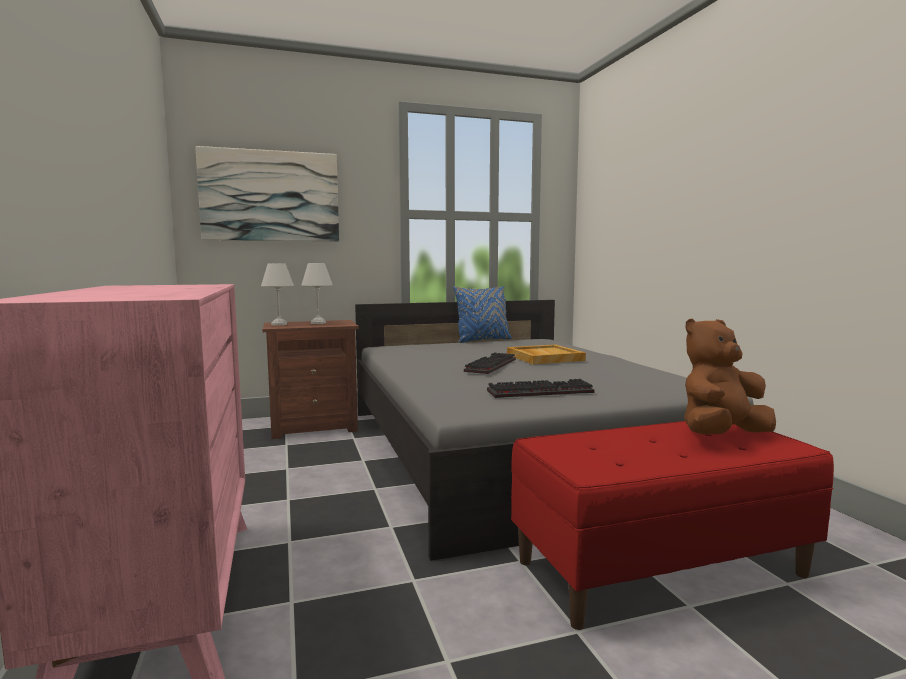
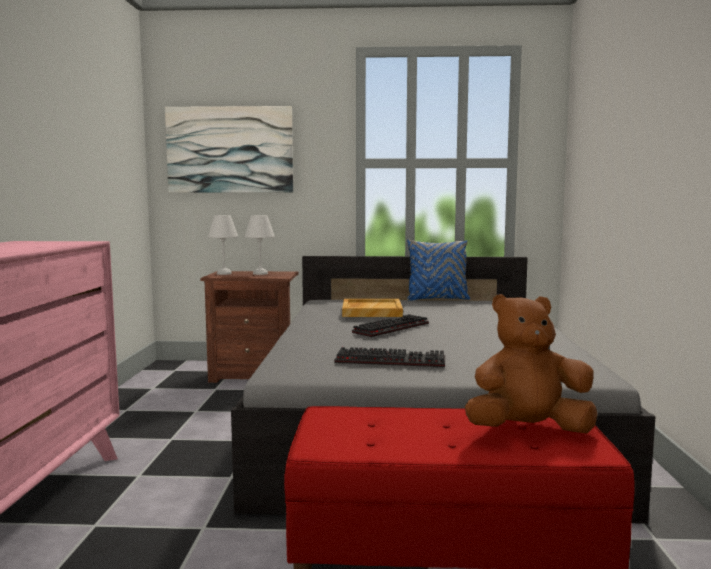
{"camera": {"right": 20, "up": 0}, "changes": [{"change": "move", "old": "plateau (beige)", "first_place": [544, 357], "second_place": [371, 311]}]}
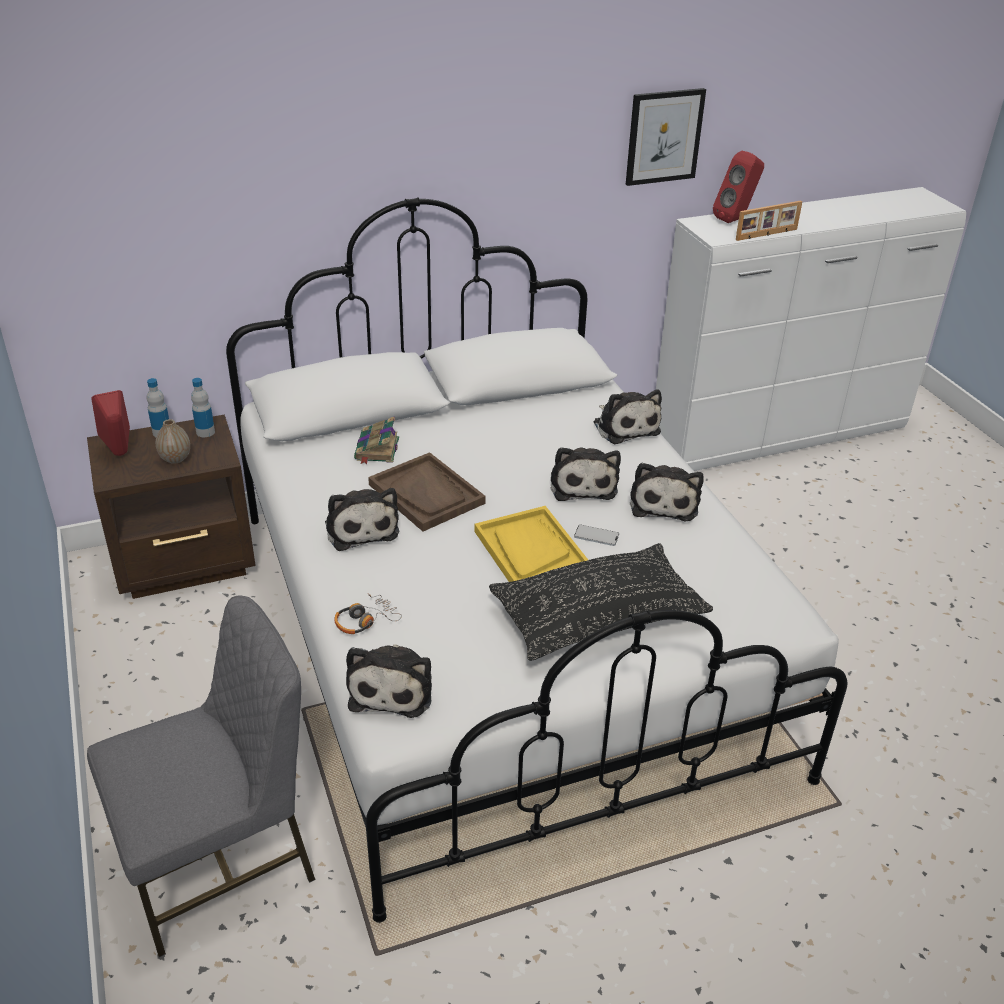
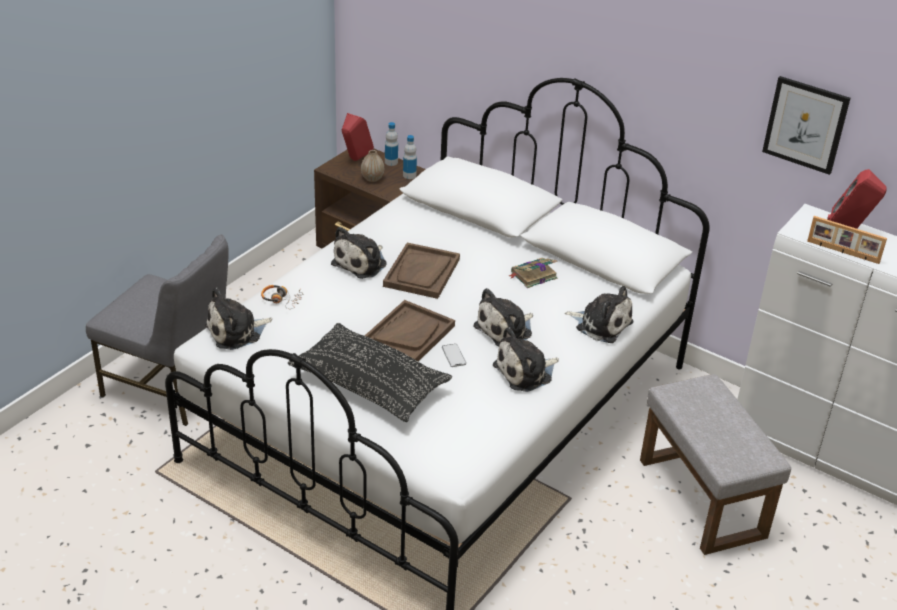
{"camera": {"right": 55, "up": 0}, "changes": [{"change": "rotate", "old": "peluche", "first_place": [625, 426], "second_place": [601, 324], "degrees": -90}, {"change": "move", "old": "livre", "first_place": [377, 449], "second_place": [532, 276]}, {"change": "recolor", "old": "plateau (jaune)", "new": "plateau (marron)", "first_place": [530, 551], "second_place": [408, 334]}, {"change": "insert", "new": "pouf (gris)", "second_place": [703, 499]}]}
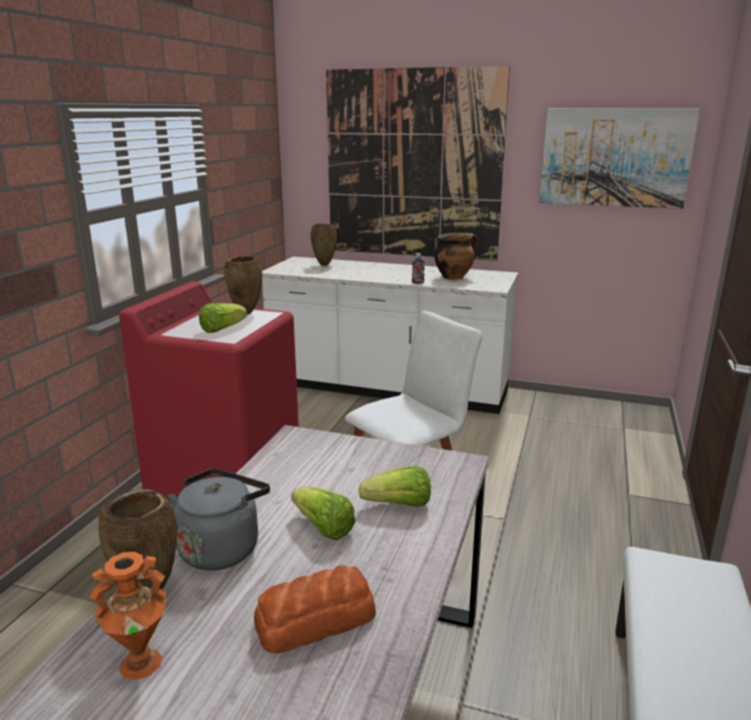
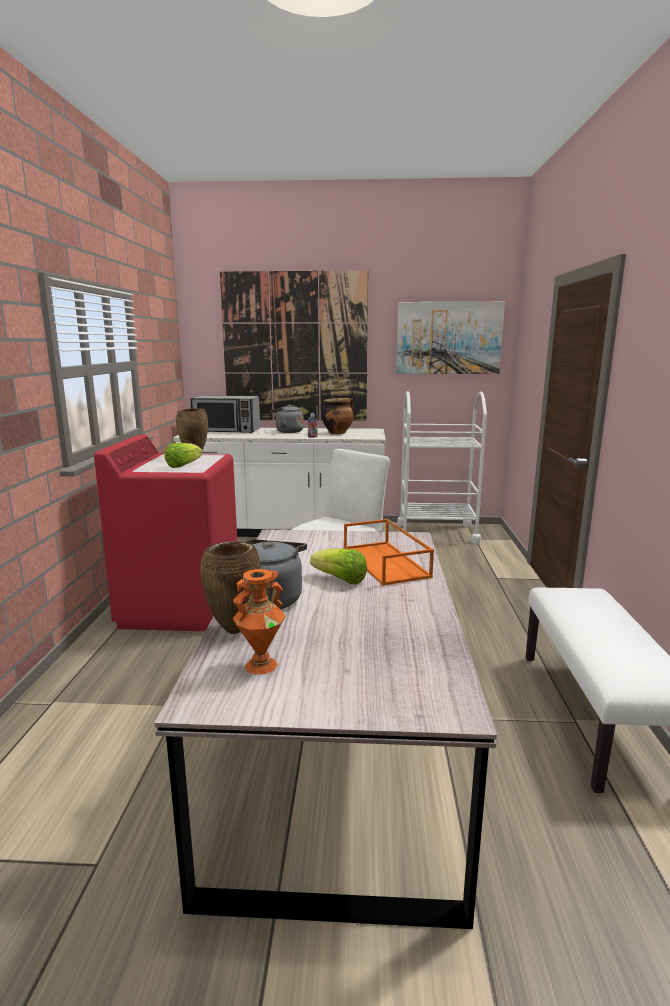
{"camera": {"right": -15, "up": -5}, "changes": [{"change": "replace", "old": "vase (marron)", "new": "micro-ondes", "first_place": [325, 265], "second_place": [227, 430]}, {"change": "replace", "old": "laitue", "new": "plateau (orange)", "first_place": [399, 505], "second_place": [386, 562]}, {"change": "delete", "old": "pain", "first_place": [317, 620]}, {"change": "insert", "new": "chariot (blanc)", "second_place": [436, 533]}, {"change": "insert", "new": "bouilloire (gris)", "second_place": [287, 431]}]}
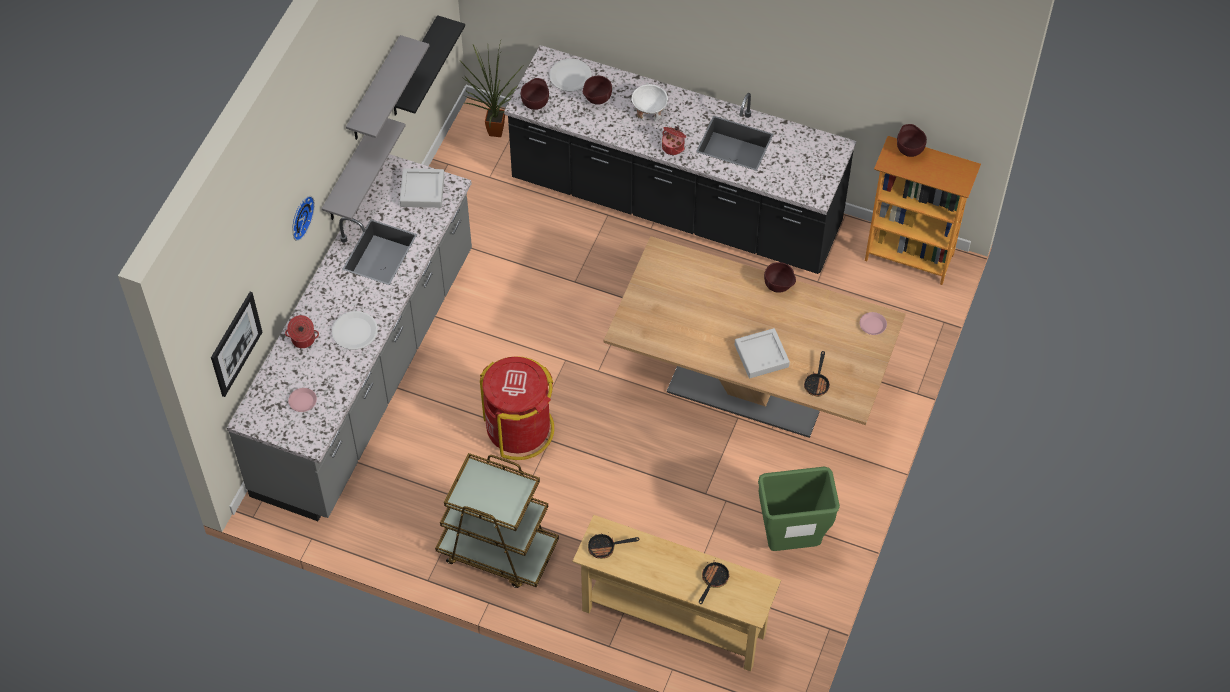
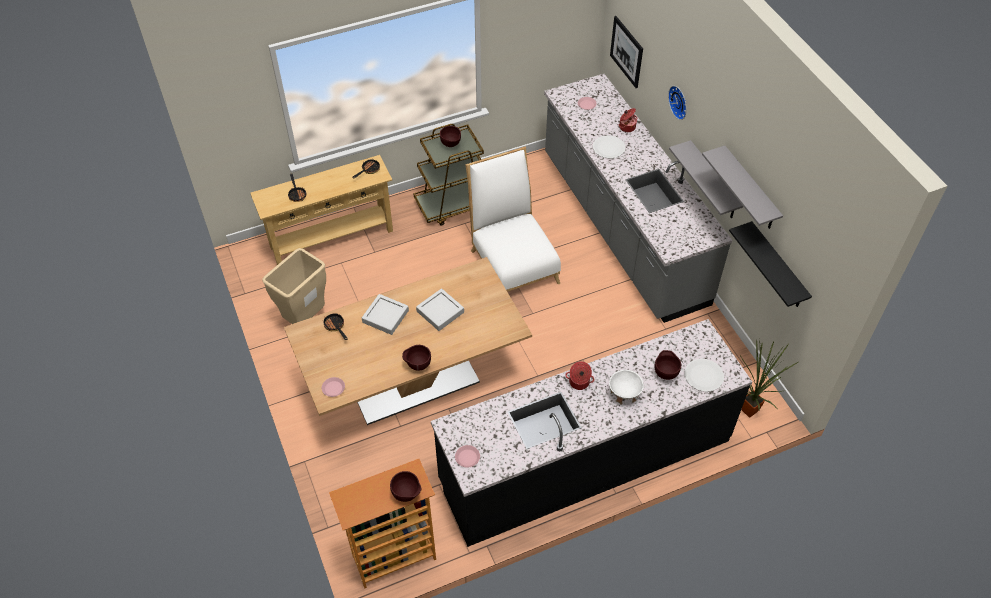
{"camera": {"right": 135, "up": -5}, "changes": [{"change": "move", "old": "bol (marron)", "first_place": [536, 103], "second_place": [451, 145]}, {"change": "move", "old": "plateau (gris)", "first_place": [422, 191], "second_place": [440, 312]}, {"change": "replace", "old": "poubelle (rouge)", "new": "chaise (blanc)", "first_place": [519, 429], "second_place": [512, 262]}, {"change": "recolor", "old": "poubelle (vert)", "new": "poubelle (beige)", "first_place": [790, 542], "second_place": [305, 318]}, {"change": "insert", "new": "assiette (rose)", "second_place": [467, 458]}]}
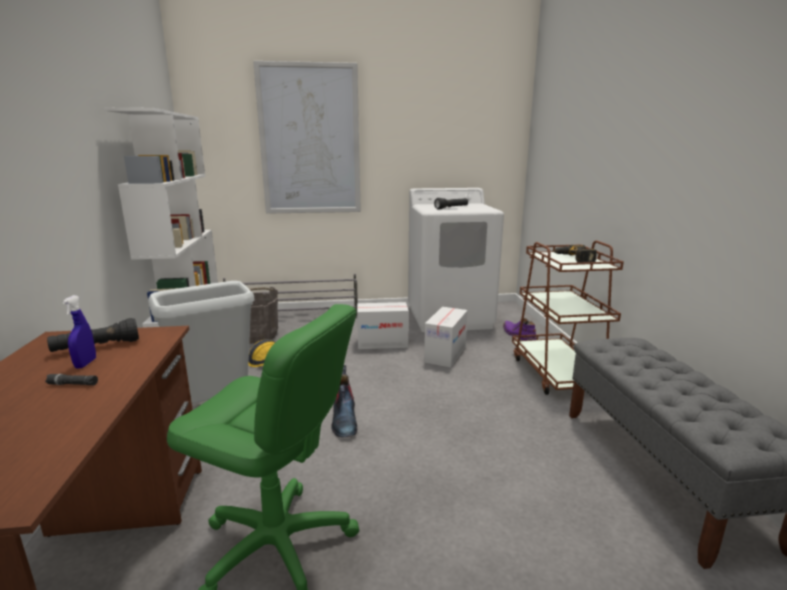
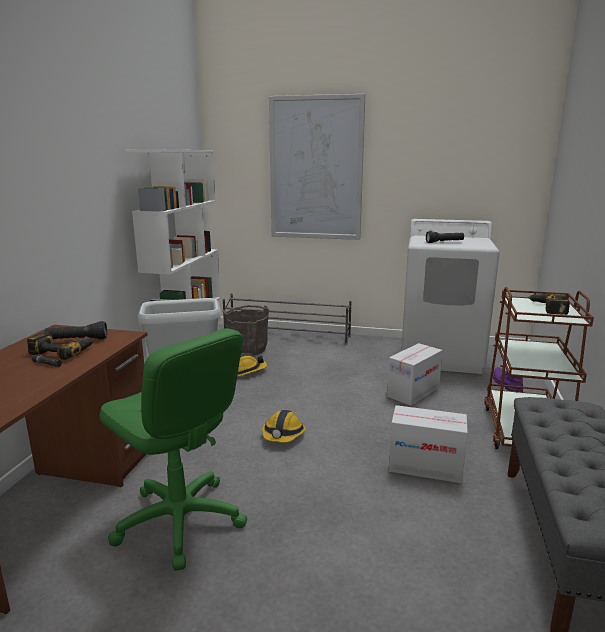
{"camera": {"right": 20, "up": 0}, "changes": [{"change": "replace", "old": "vaporisateur (bleu)", "new": "perceuse", "first_place": [85, 363], "second_place": [63, 351]}, {"change": "move", "old": "carton", "first_place": [382, 343], "second_place": [425, 467]}, {"change": "replace", "old": "botte", "new": "casque de chantier", "first_place": [344, 420], "second_place": [283, 435]}]}
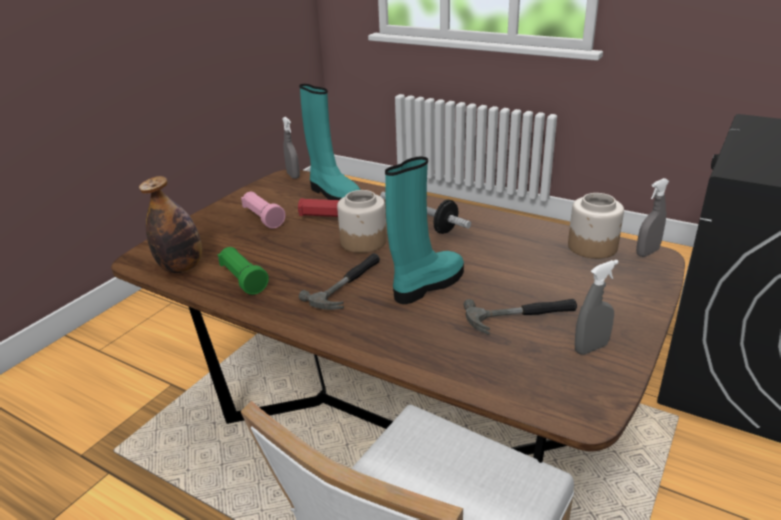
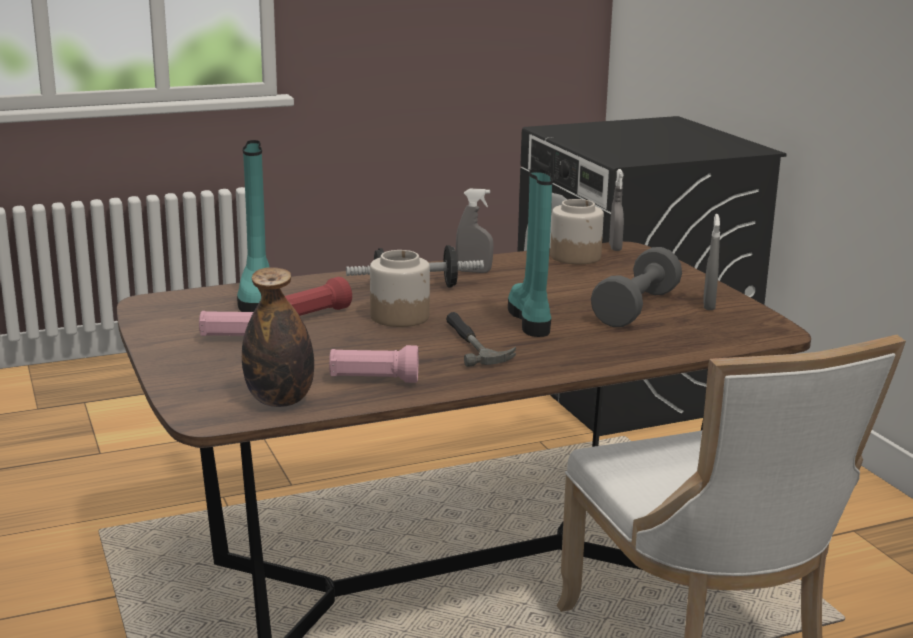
{"camera": {"right": -55, "up": -10}, "changes": [{"change": "rotate", "old": "botte (turquoise)", "first_place": [333, 194], "second_place": [257, 298], "degrees": 90}, {"change": "move", "old": "vaporisateur (gris)", "first_place": [293, 175], "second_place": [474, 271]}, {"change": "recolor", "old": "lampe de poche (vert)", "new": "lampe de poche (rose)", "first_place": [243, 280], "second_place": [373, 380]}, {"change": "replace", "old": "marteau", "new": "haltère (gris)", "first_place": [522, 317], "second_place": [636, 308]}]}
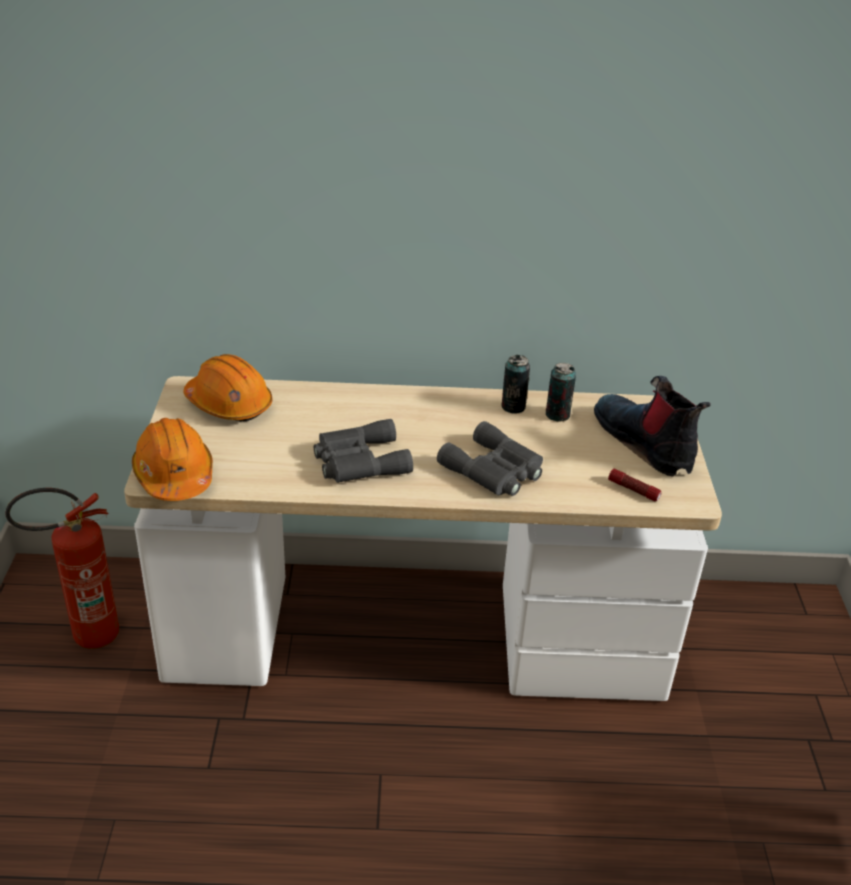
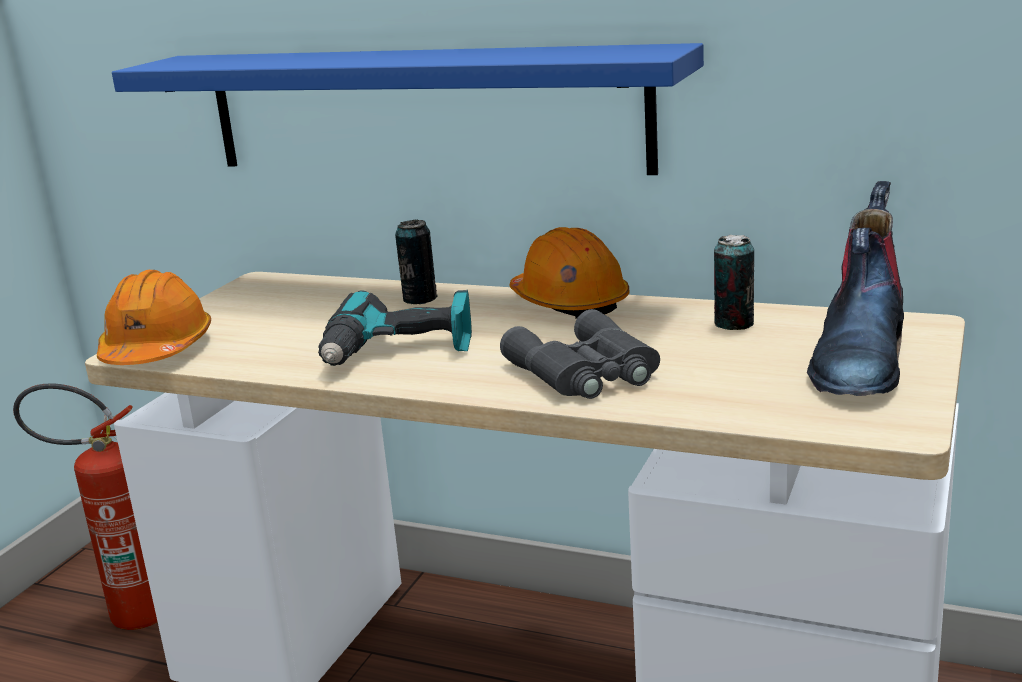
{"camera": {"right": 25, "up": -15}, "changes": [{"change": "move", "old": "casque de chantier (orange)", "first_place": [229, 404], "second_place": [569, 303]}, {"change": "move", "old": "boîte métallique", "first_place": [513, 407], "second_place": [420, 299]}, {"change": "rotate", "old": "botte", "first_place": [645, 443], "second_place": [859, 359], "degrees": -150}, {"change": "replace", "old": "jumelles (gris)", "new": "perceuse", "first_place": [358, 461], "second_place": [399, 352]}, {"change": "delete", "old": "lampe de poche", "first_place": [633, 490]}, {"change": "insert", "new": "étagère (bleu)", "second_place": [421, 110]}]}
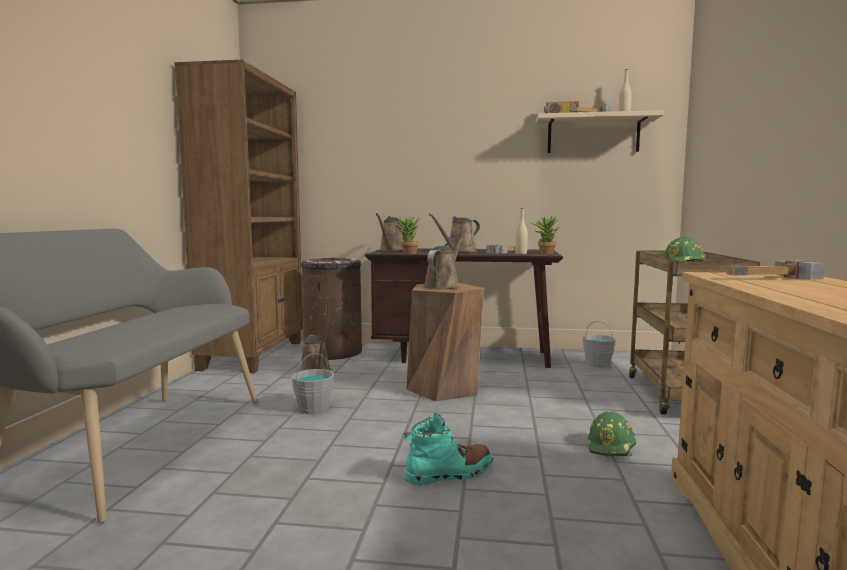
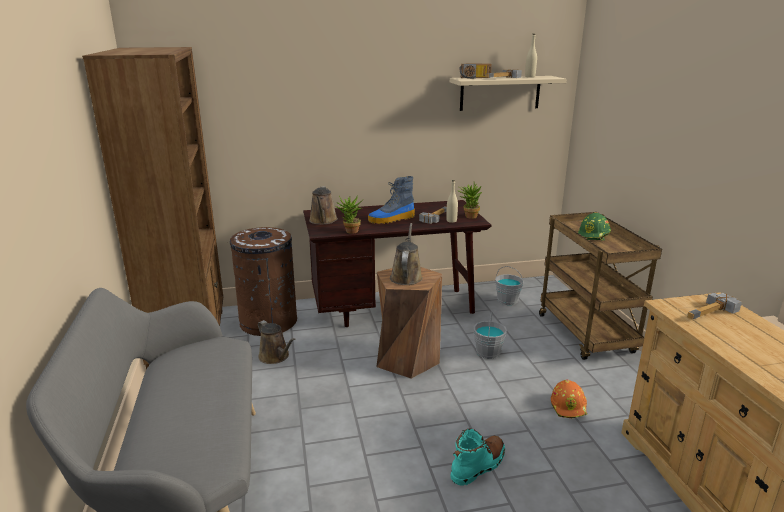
{"camera": {"right": -20, "up": 15}, "changes": [{"change": "replace", "old": "arrosoir (marron)", "new": "botte", "first_place": [459, 252], "second_place": [391, 219]}, {"change": "move", "old": "seau (gris)", "first_place": [313, 408], "second_place": [488, 352]}, {"change": "recolor", "old": "casque de chantier (vert)", "new": "casque de chantier (orange)", "first_place": [611, 447], "second_place": [569, 406]}]}
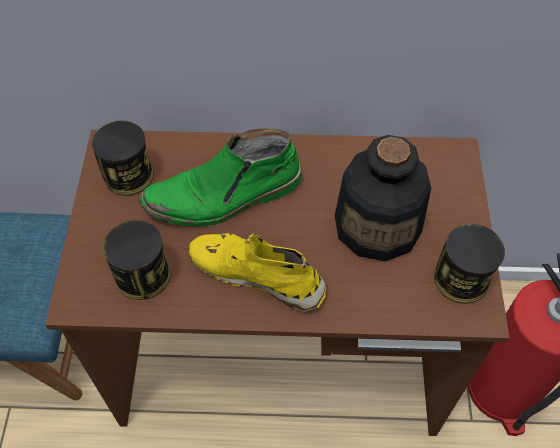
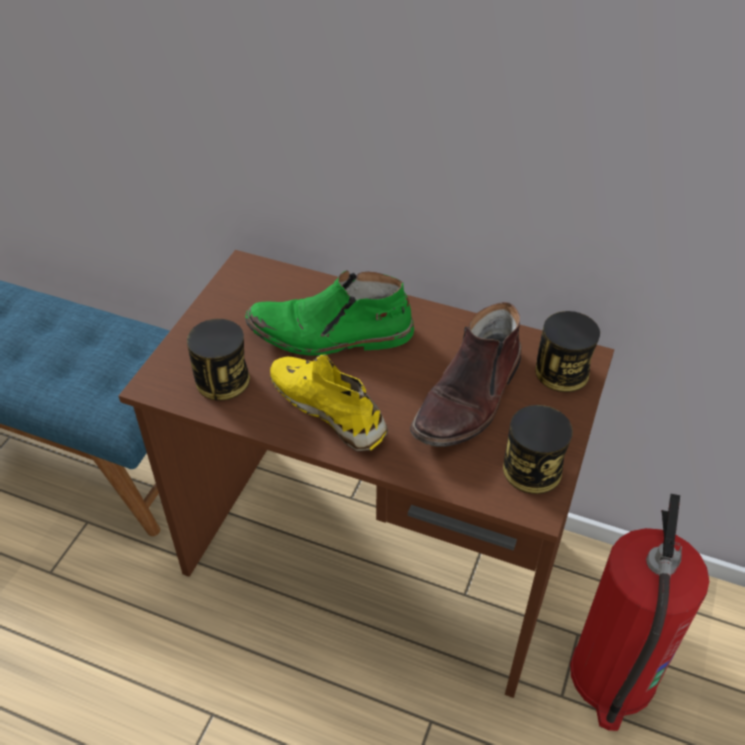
{"camera": {"right": 20, "up": -10}, "changes": [{"change": "move", "old": "boîte métallique", "first_place": [128, 175], "second_place": [561, 372]}, {"change": "replace", "old": "bouteille", "new": "botte (marron)", "first_place": [378, 224], "second_place": [470, 398]}]}
